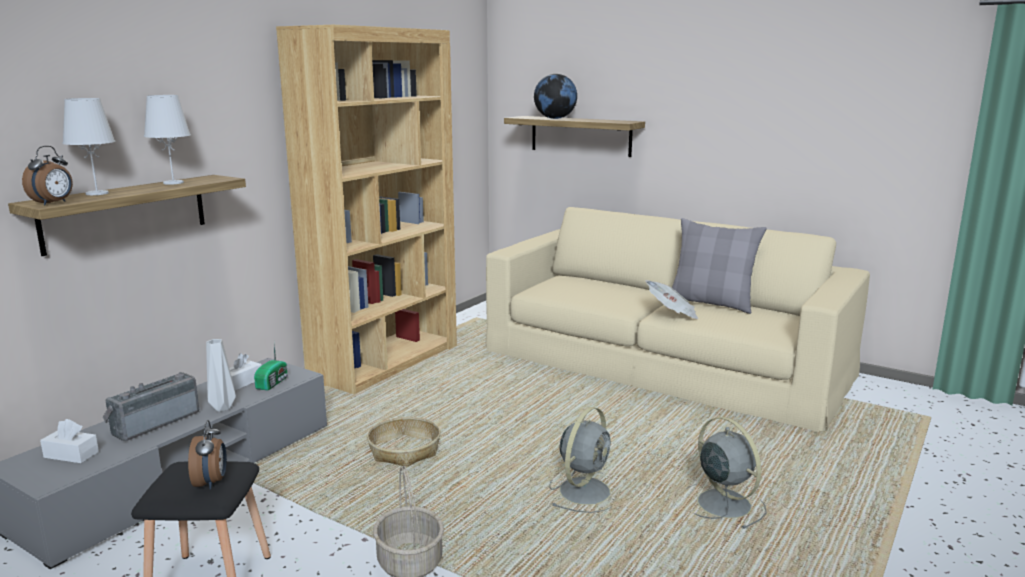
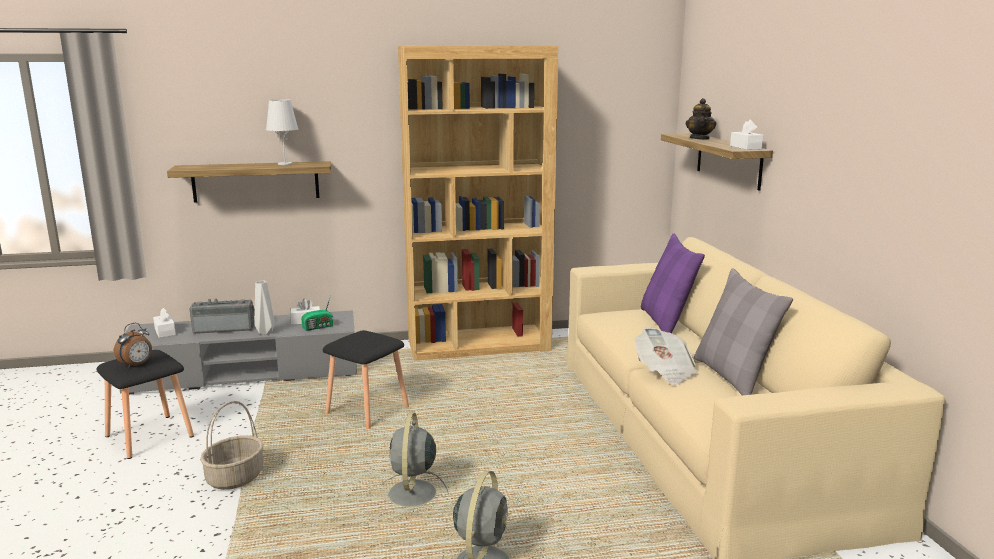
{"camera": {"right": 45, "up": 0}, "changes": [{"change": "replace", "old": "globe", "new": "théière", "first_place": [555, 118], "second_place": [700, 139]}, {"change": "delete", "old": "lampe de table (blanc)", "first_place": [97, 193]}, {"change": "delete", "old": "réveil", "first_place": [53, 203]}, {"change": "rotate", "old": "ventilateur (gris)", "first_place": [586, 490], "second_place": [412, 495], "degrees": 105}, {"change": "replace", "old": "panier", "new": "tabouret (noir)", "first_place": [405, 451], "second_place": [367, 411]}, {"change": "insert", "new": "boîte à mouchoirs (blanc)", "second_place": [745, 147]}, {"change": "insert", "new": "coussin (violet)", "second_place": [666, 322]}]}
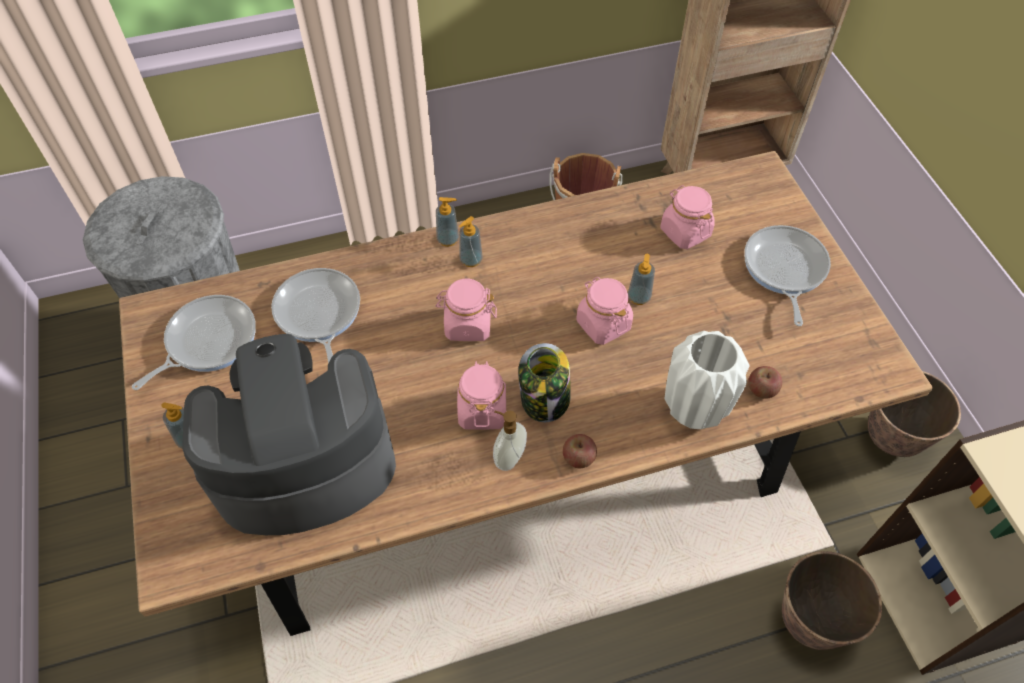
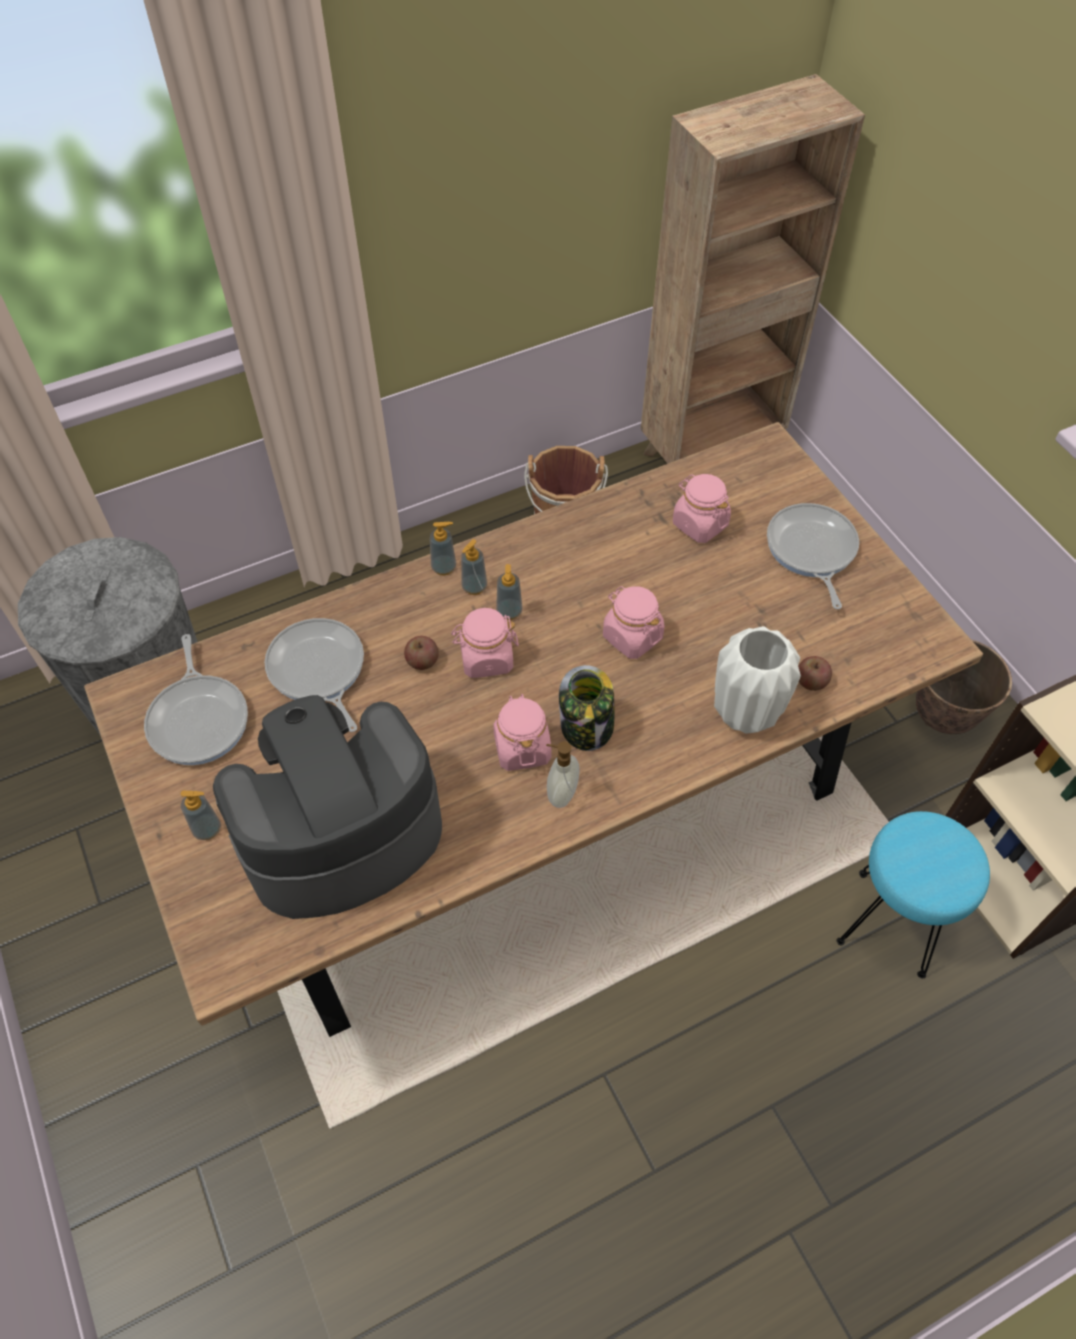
{"camera": {"right": -10, "up": 0}, "changes": [{"change": "move", "old": "distributeur de savon", "first_place": [639, 297], "second_place": [509, 611]}, {"change": "rotate", "old": "poêle", "first_place": [207, 341], "second_place": [199, 718], "degrees": 135}, {"change": "move", "old": "pomme", "first_place": [578, 457], "second_place": [422, 661]}, {"change": "replace", "old": "cache-pot", "new": "tabouret (turquoise)", "first_place": [809, 622], "second_place": [889, 924]}]}
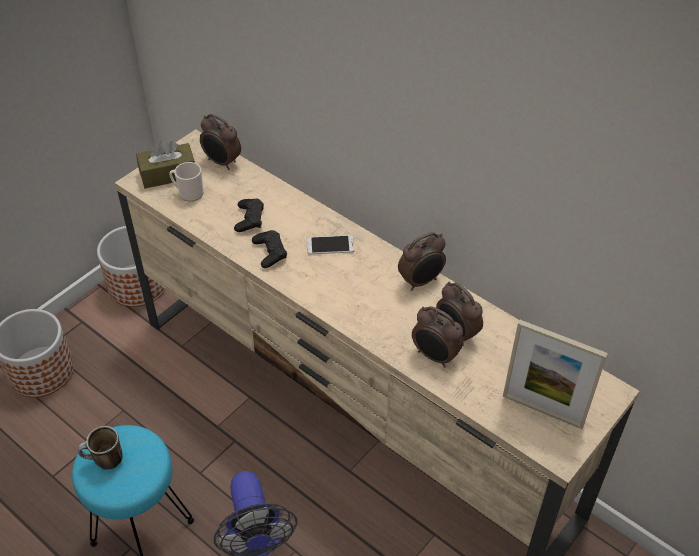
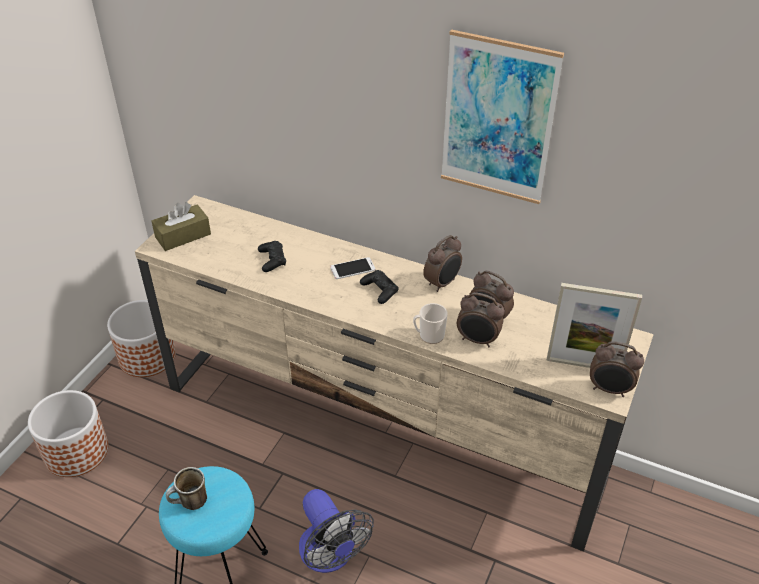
{"camera": {"right": -15, "up": -5}, "changes": [{"change": "move", "old": "réveil", "first_place": [222, 162], "second_place": [609, 389]}, {"change": "move", "old": "mug", "first_place": [188, 193], "second_place": [429, 335]}, {"change": "move", "old": "manette (noir)", "first_place": [270, 252], "second_place": [380, 290]}, {"change": "insert", "new": "tableau", "second_place": [497, 119]}]}
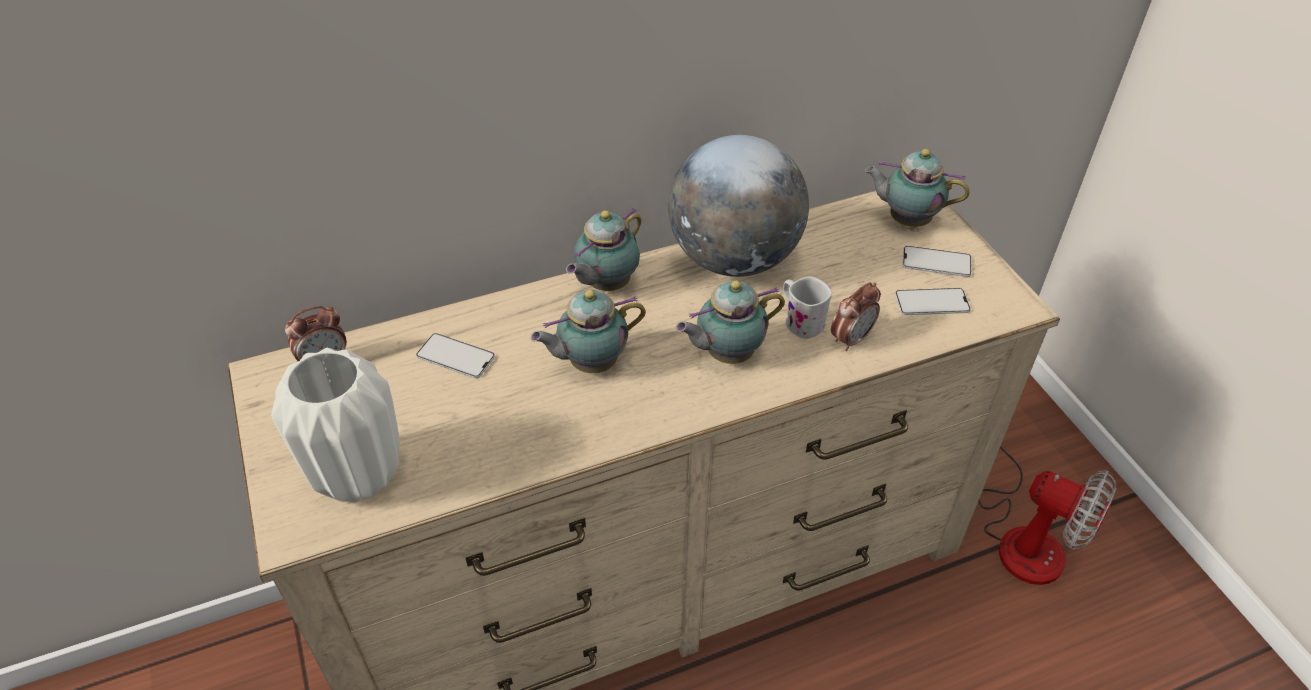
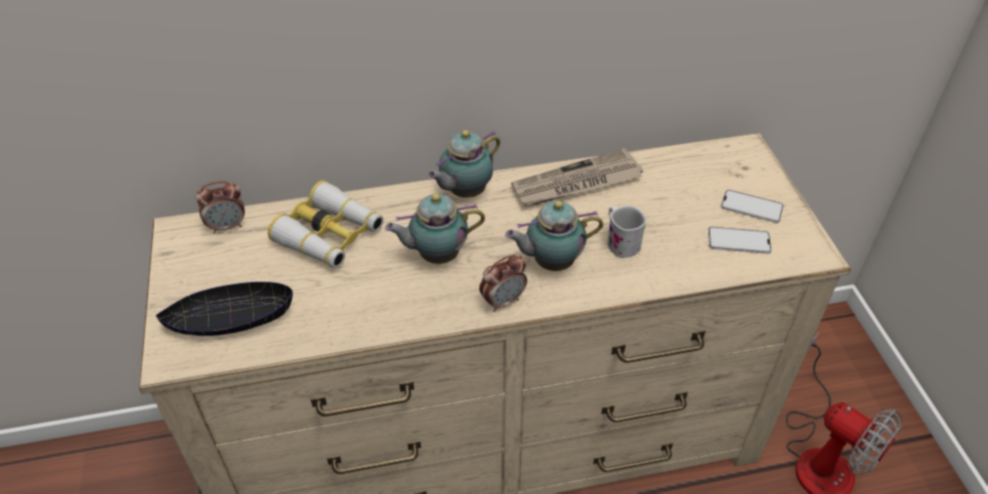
{"camera": {"right": 10, "up": 0}, "changes": [{"change": "replace", "old": "globe", "new": "journal", "first_place": [734, 259], "second_place": [576, 183]}, {"change": "delete", "old": "théière", "first_place": [906, 220]}, {"change": "move", "old": "réveil", "first_place": [851, 339], "second_place": [503, 301]}, {"change": "replace", "old": "téléphone", "new": "jumelles", "first_place": [455, 356], "second_place": [330, 235]}, {"change": "replace", "old": "vase (blanc)", "new": "bol (noir)", "first_place": [357, 475], "second_place": [231, 320]}]}
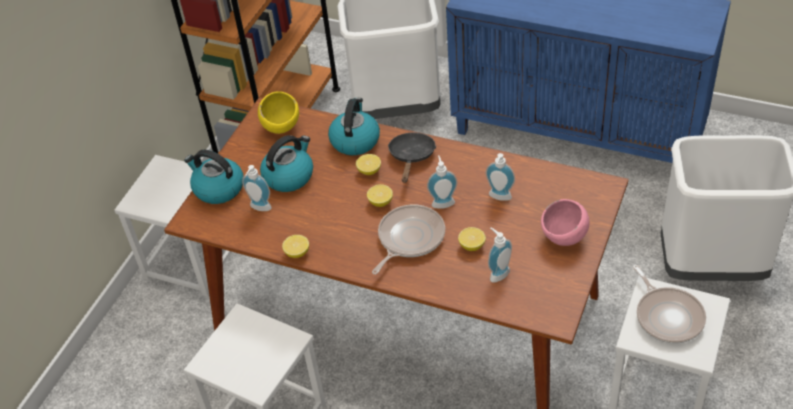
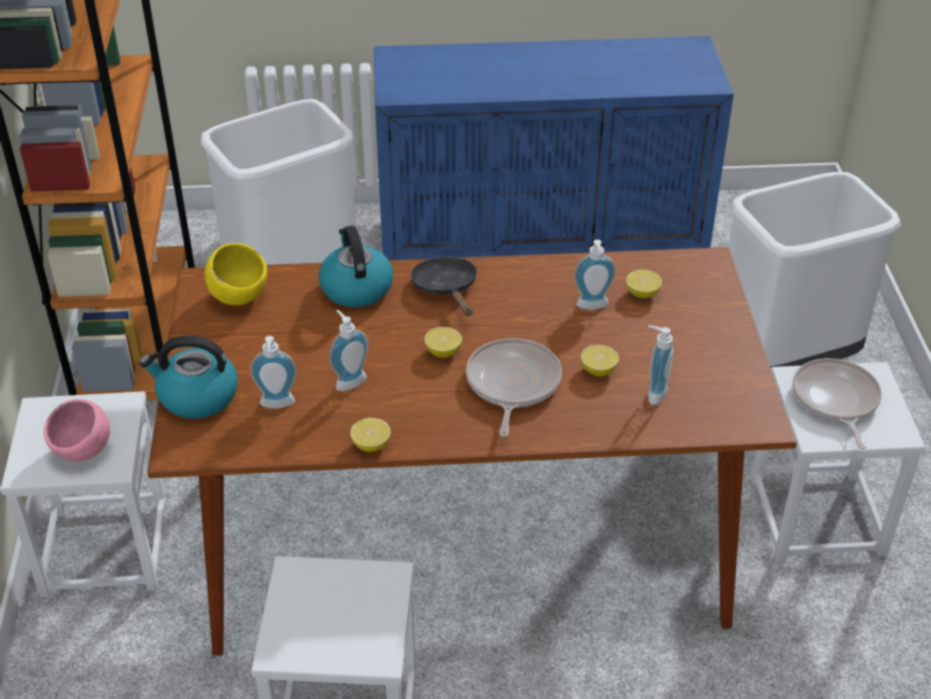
{"camera": {"right": -30, "up": -5}, "changes": [{"change": "delete", "old": "bouilloire", "first_place": [289, 176]}, {"change": "move", "old": "citron", "first_place": [369, 171], "second_place": [642, 293]}, {"change": "move", "old": "distributeur de savon", "first_place": [442, 202], "second_place": [349, 380]}, {"change": "move", "old": "bol (rose)", "first_place": [564, 237], "second_place": [84, 451]}, {"change": "rotate", "old": "poêle", "first_place": [667, 316], "second_place": [835, 401], "degrees": -135}]}
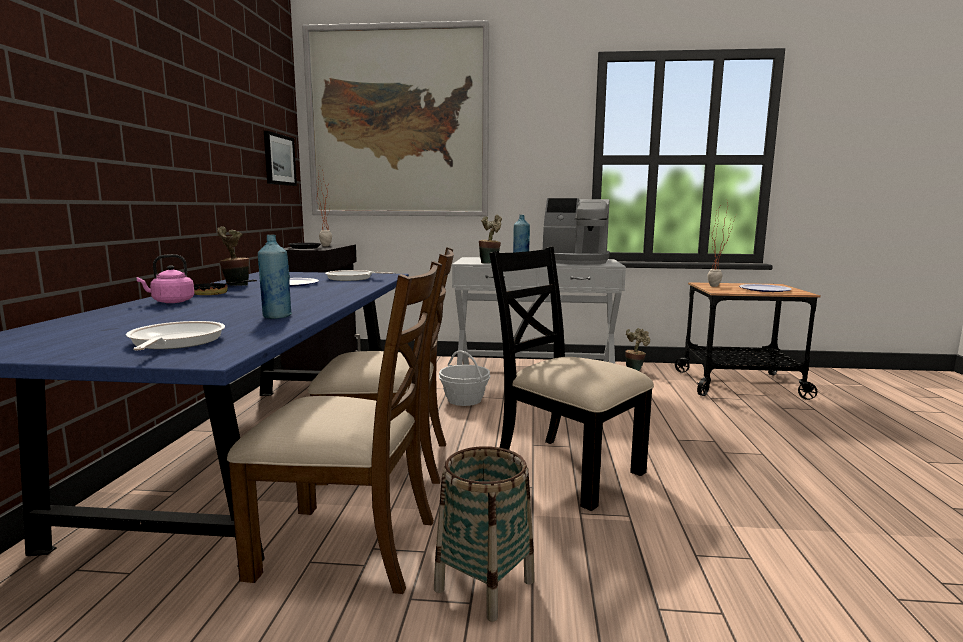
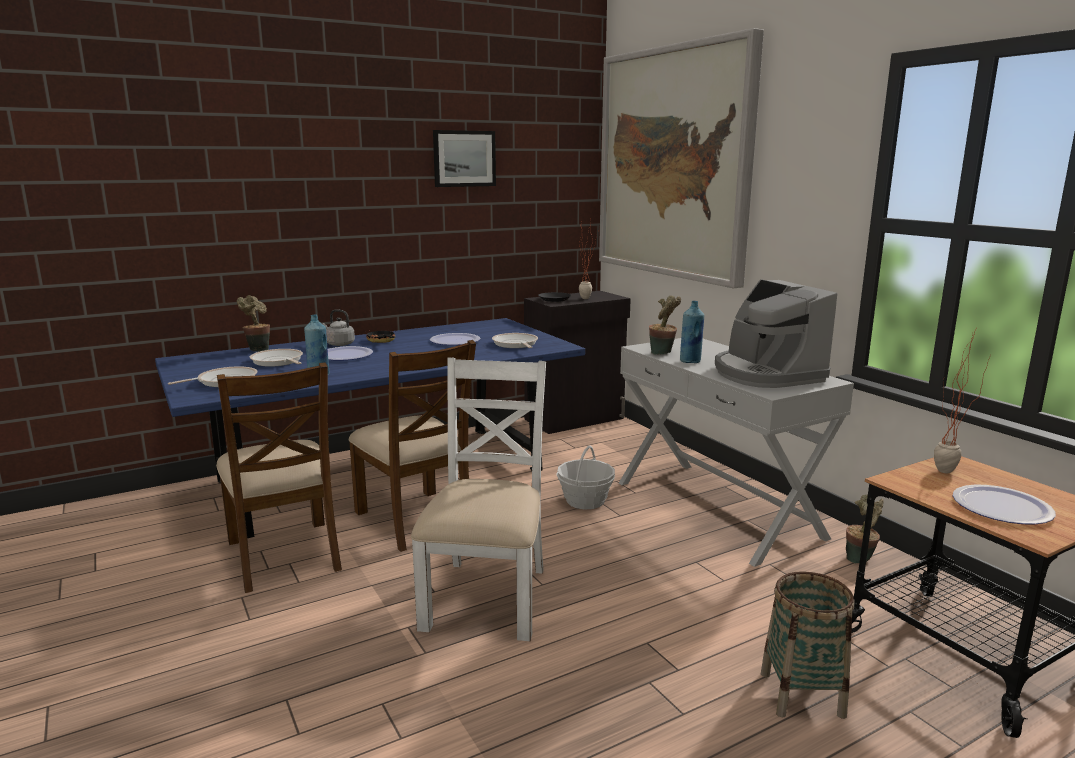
{"camera": {"right": 55, "up": 5}, "changes": [{"change": "move", "old": "tableau", "first_place": [279, 160], "second_place": [464, 158]}, {"change": "move", "old": "plante en pot", "first_place": [235, 286], "second_place": [258, 350]}, {"change": "recolor", "old": "chaise (noir)", "new": "chaise (blanc)", "first_place": [566, 469], "second_place": [487, 597]}, {"change": "recolor", "old": "bouilloire (rose)", "new": "bouilloire (gris)", "first_place": [171, 302], "second_place": [339, 344]}, {"change": "move", "old": "panier", "first_place": [484, 585], "second_place": [801, 694]}, {"change": "insert", "new": "assiette", "second_place": [345, 355]}, {"change": "insert", "new": "poêle", "second_place": [278, 362]}]}
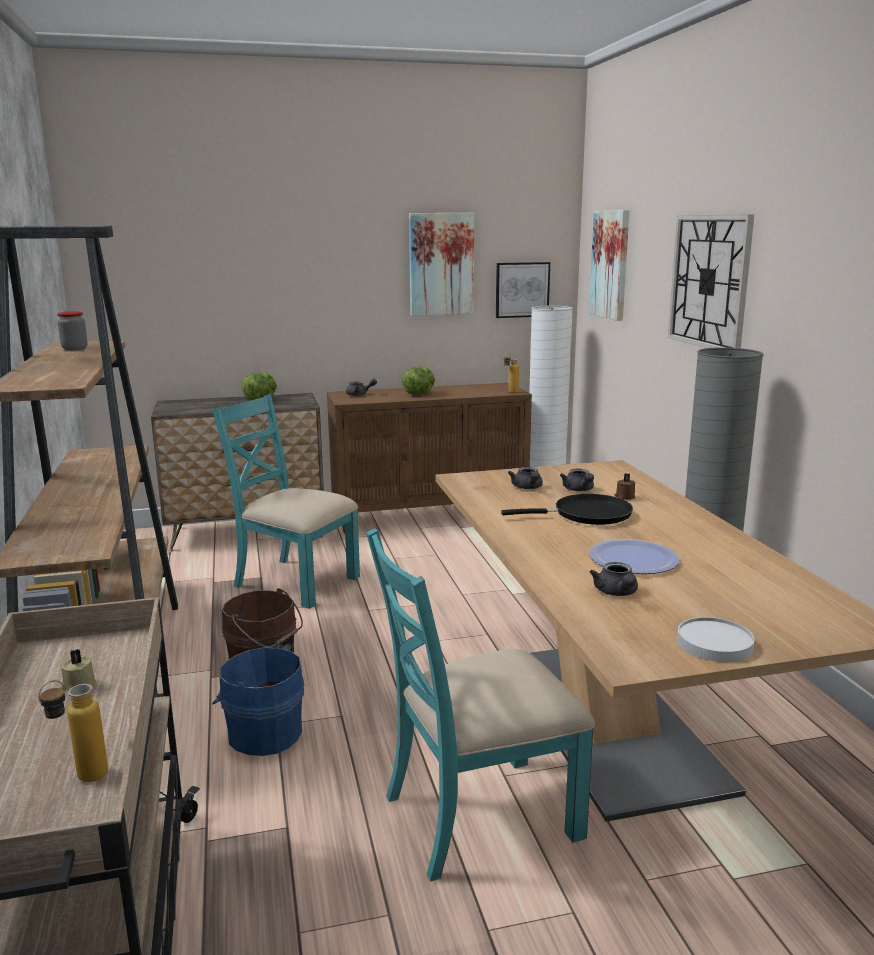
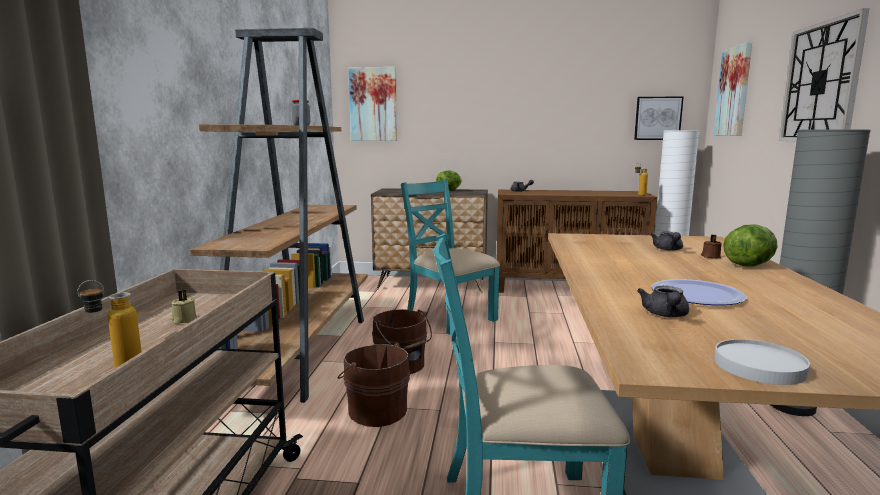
{"camera": {"right": 20, "up": -5}, "changes": [{"change": "move", "old": "tableau", "first_place": [441, 264], "second_place": [373, 104]}, {"change": "move", "old": "laitue", "first_place": [419, 394], "second_place": [749, 265]}, {"change": "delete", "old": "théière (gris)", "first_place": [527, 488]}, {"change": "delete", "old": "poêle (noir)", "first_place": [587, 515]}, {"change": "recolor", "old": "seau (bleu)", "new": "seau (marron)", "first_place": [262, 733], "second_place": [376, 410]}]}
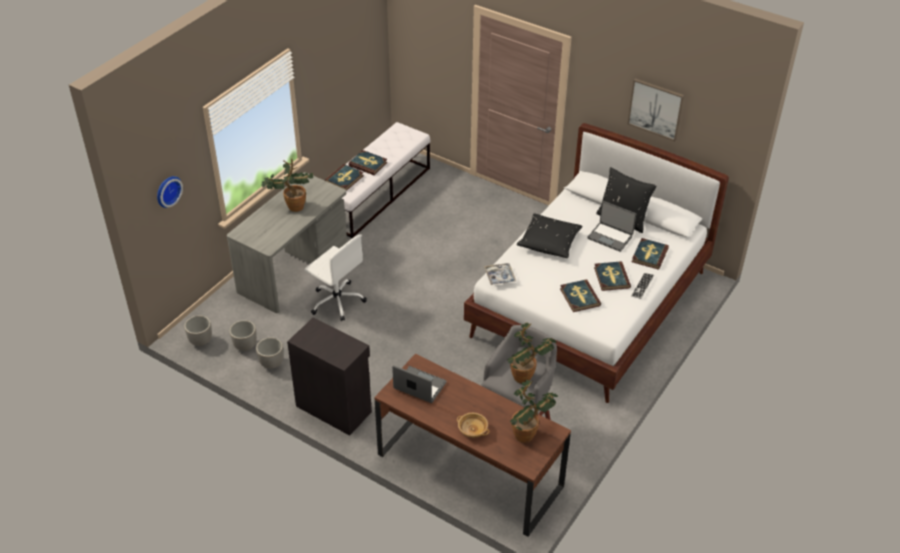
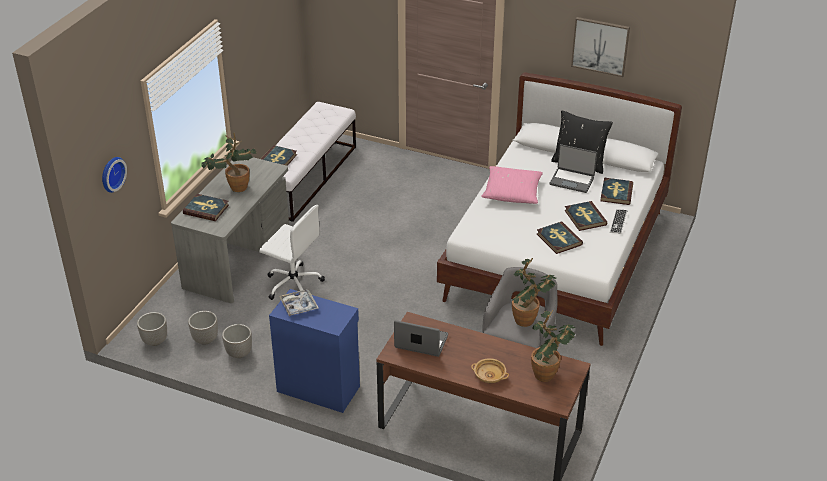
{"camera": {"right": -10, "up": -5}, "changes": [{"change": "move", "old": "livre", "first_place": [368, 164], "second_place": [206, 209]}, {"change": "recolor", "old": "coussin (noir)", "new": "coussin (rose)", "first_place": [549, 242], "second_place": [512, 192]}, {"change": "move", "old": "plateau", "first_place": [500, 277], "second_place": [299, 306]}, {"change": "recolor", "old": "meuble de rangement (noir)", "new": "meuble de rangement (bleu)", "first_place": [334, 408], "second_place": [318, 388]}]}
